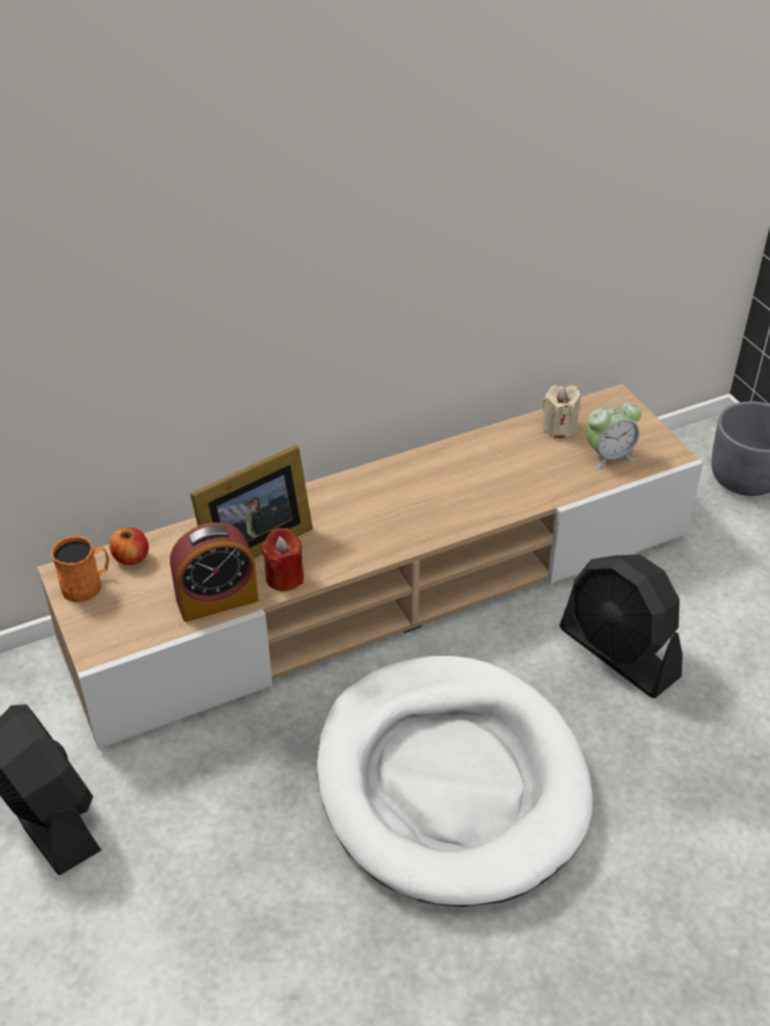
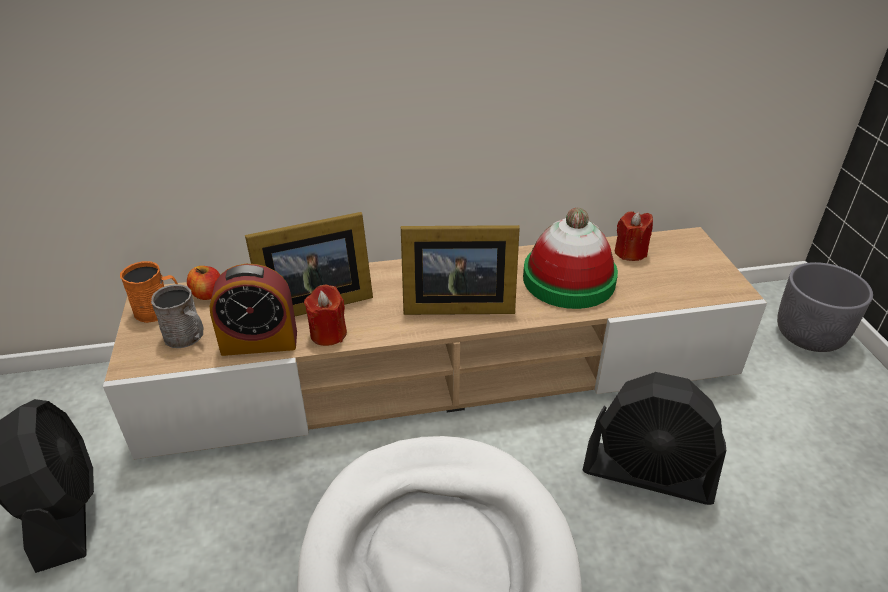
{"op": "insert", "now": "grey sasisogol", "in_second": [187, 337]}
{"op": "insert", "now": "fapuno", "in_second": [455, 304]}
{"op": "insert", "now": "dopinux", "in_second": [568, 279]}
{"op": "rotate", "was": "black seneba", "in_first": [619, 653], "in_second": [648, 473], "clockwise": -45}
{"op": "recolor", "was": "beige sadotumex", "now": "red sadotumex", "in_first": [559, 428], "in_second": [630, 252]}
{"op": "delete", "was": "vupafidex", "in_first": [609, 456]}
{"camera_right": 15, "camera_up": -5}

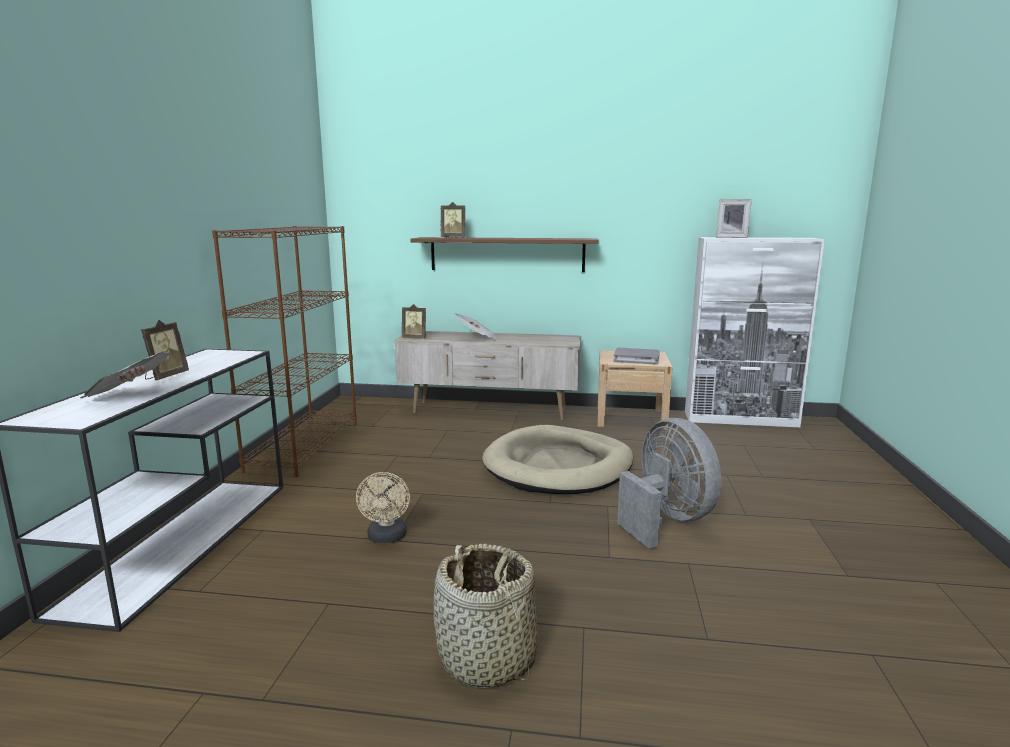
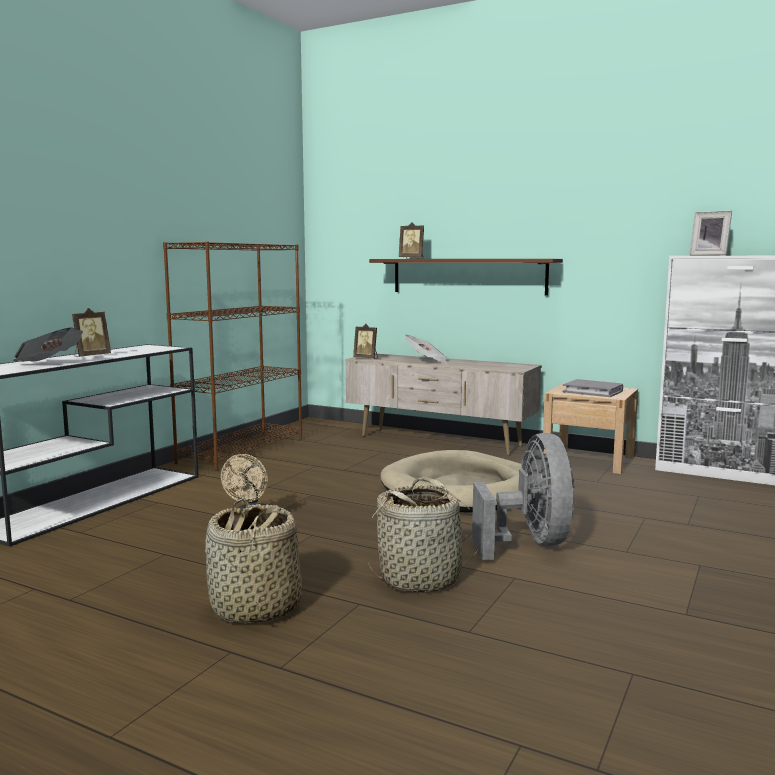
{"op": "insert", "now": "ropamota", "in_second": [421, 578]}
{"camera_right": 20, "camera_up": -5}

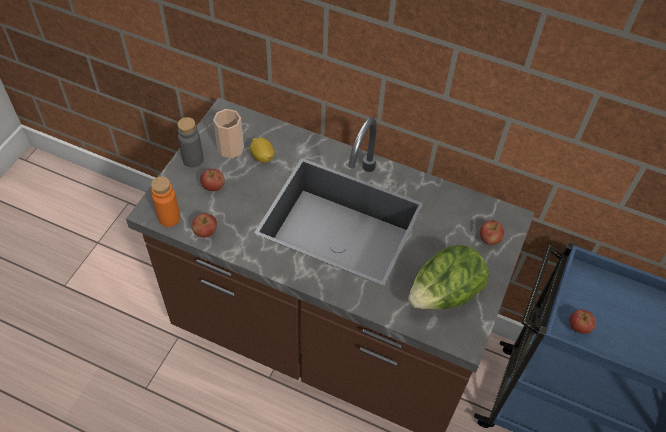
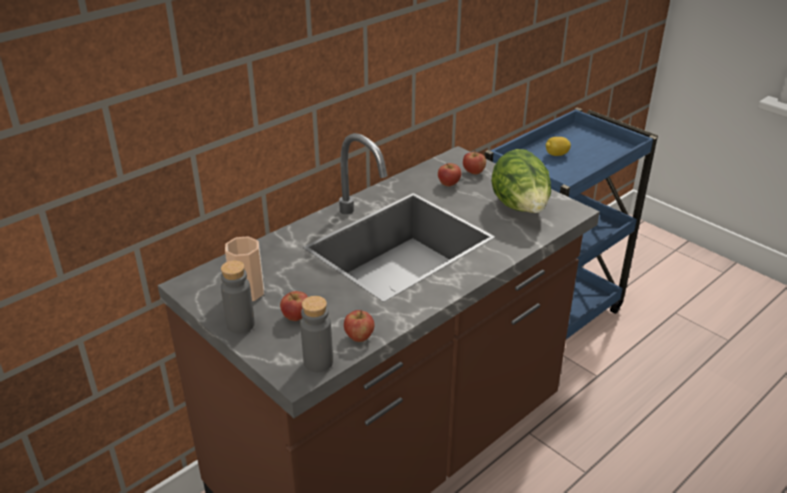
{"op": "recolor", "was": "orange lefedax", "now": "grey lefedax", "in_first": [169, 218], "in_second": [318, 362]}
{"op": "move", "was": "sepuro", "in_first": [578, 327], "in_second": [449, 184]}
{"op": "move", "was": "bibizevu", "in_first": [262, 157], "in_second": [556, 155]}
{"camera_right": -65, "camera_up": -20}

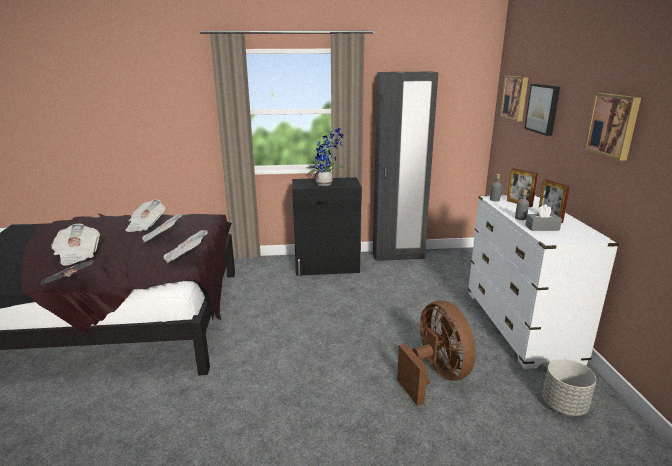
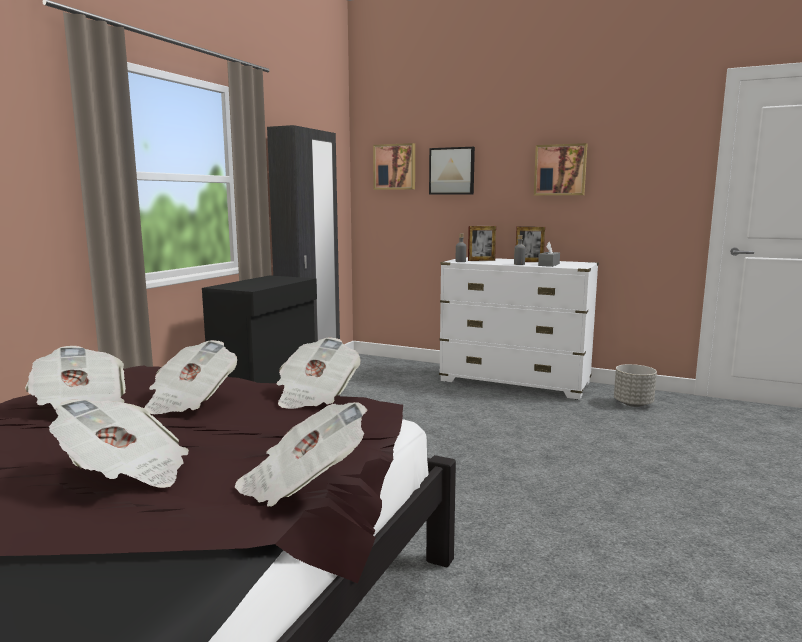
{"op": "delete", "was": "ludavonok", "in_first": [326, 184]}
{"op": "delete", "was": "brown seneba", "in_first": [435, 376]}
{"camera_right": -60, "camera_up": -10}

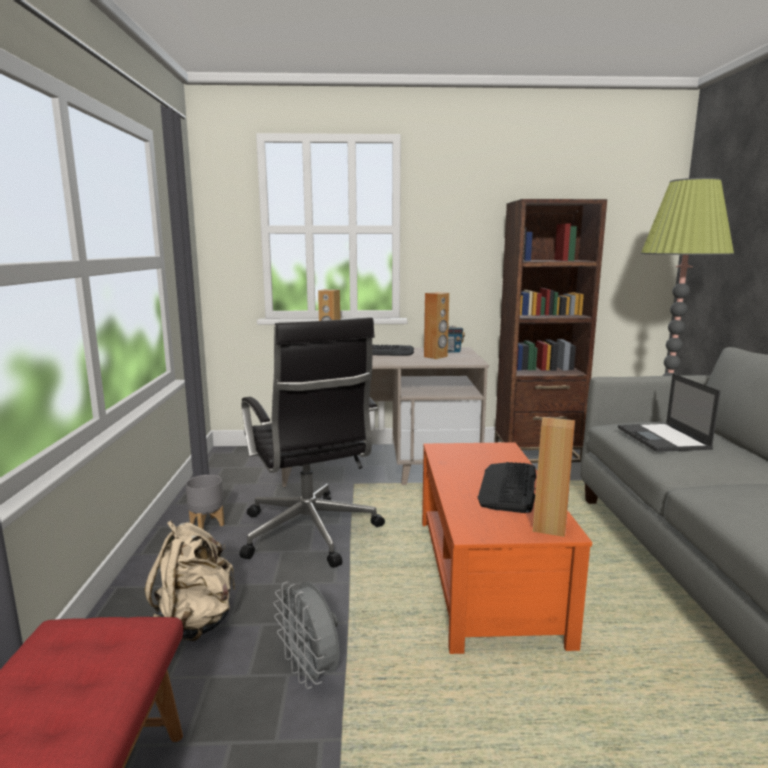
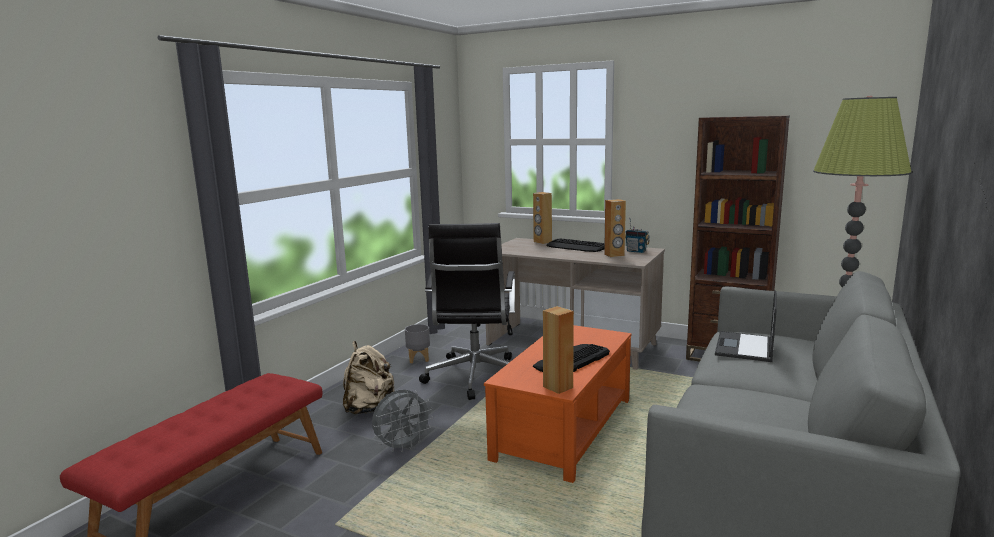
{"op": "rotate", "was": "grey seneba", "in_first": [310, 673], "in_second": [402, 446], "clockwise": -120}
{"camera_right": 30, "camera_up": 0}

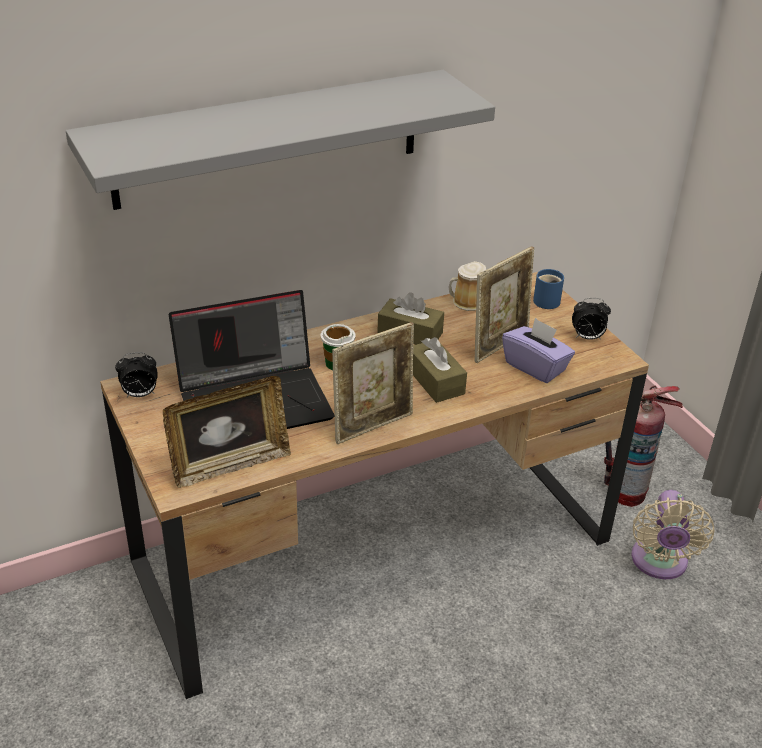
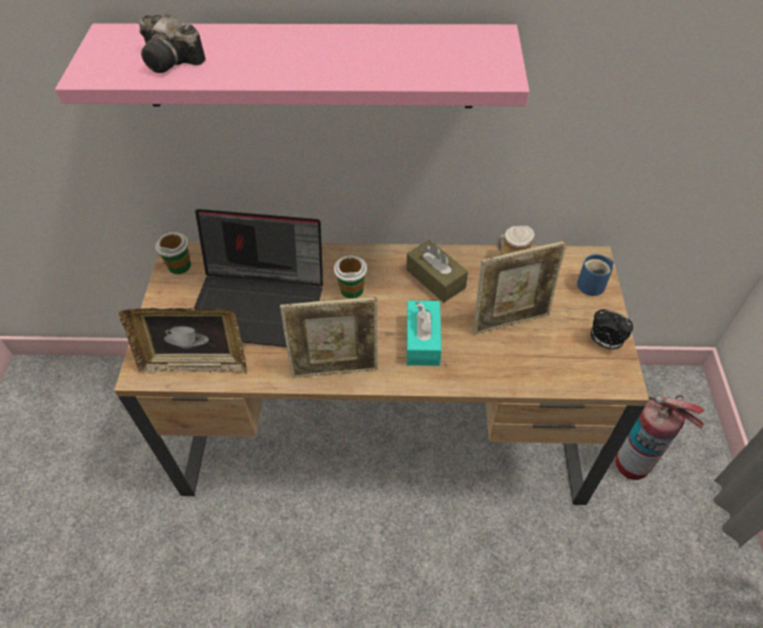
{"op": "recolor", "was": "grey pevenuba", "now": "pink pevenuba", "in_first": [269, 138], "in_second": [307, 66]}
{"op": "insert", "now": "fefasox", "in_second": [173, 61]}
{"op": "replace", "was": "vupafidex", "now": "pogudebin", "in_first": [140, 394], "in_second": [179, 265]}
{"op": "recolor", "was": "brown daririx", "now": "turquoise daririx", "in_first": [435, 381], "in_second": [423, 340]}
{"op": "delete", "was": "purple daririx", "in_first": [535, 367]}
{"op": "delete", "was": "beige seneba", "in_first": [659, 563]}
{"camera_right": 30, "camera_up": 15}

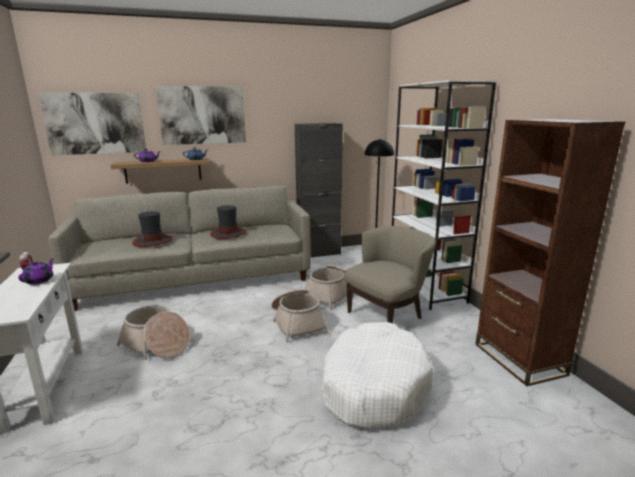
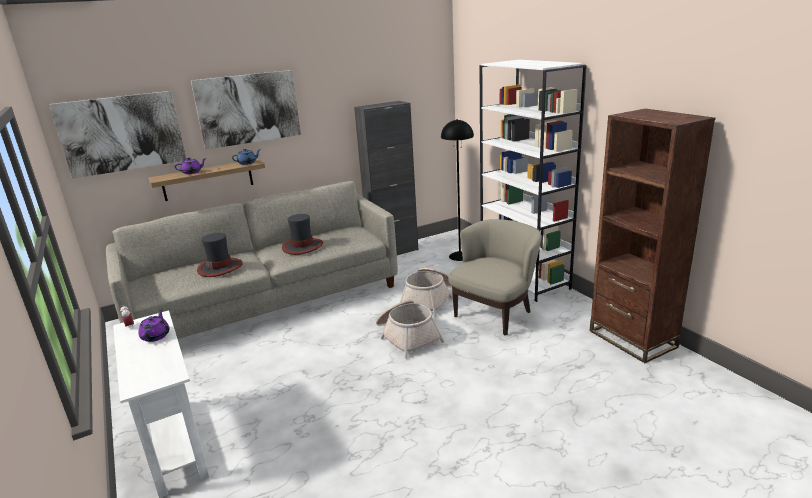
{"op": "delete", "was": "ropamota", "in_first": [156, 345]}
{"op": "delete", "was": "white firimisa", "in_first": [373, 385]}
{"camera_right": -10, "camera_up": 5}

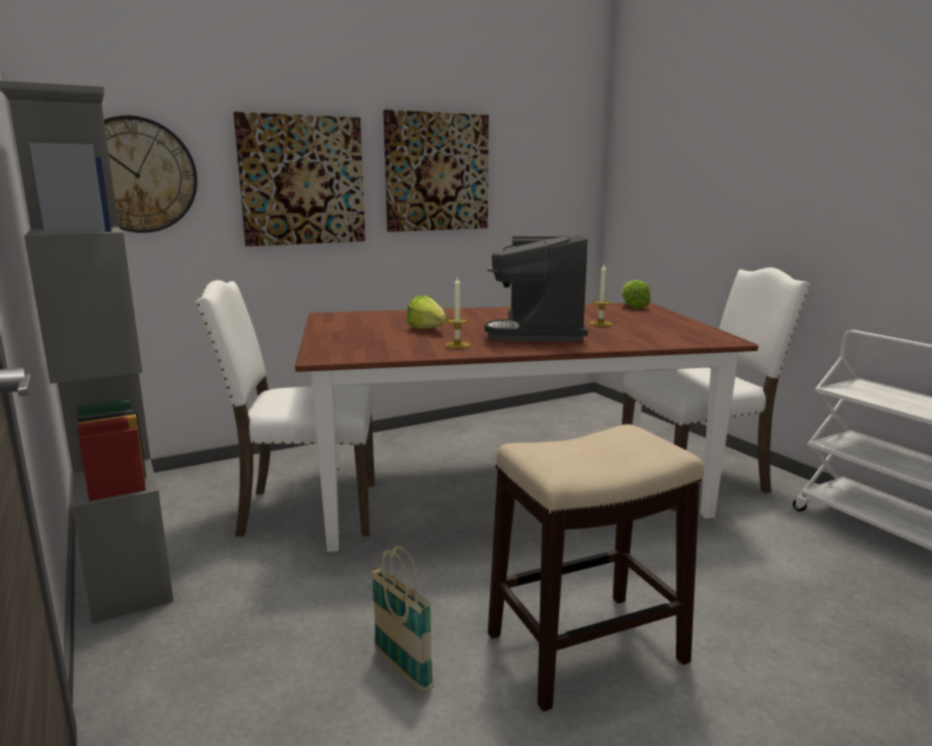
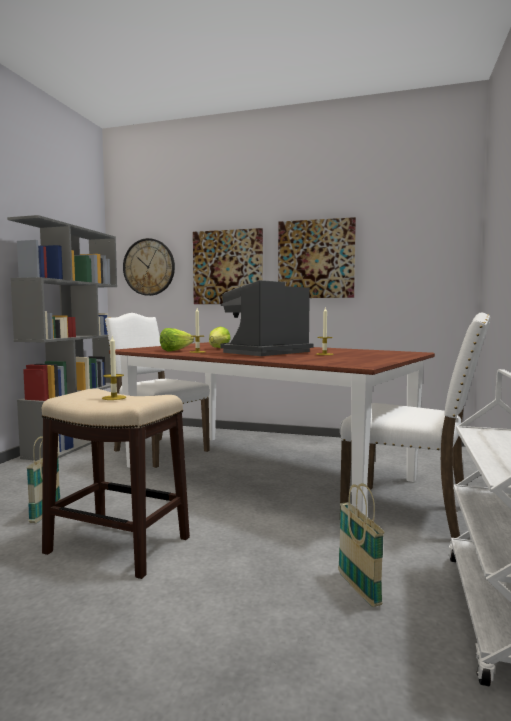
{"op": "insert", "now": "sadotumex", "in_second": [114, 398]}
{"op": "move", "was": "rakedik", "in_first": [633, 306], "in_second": [179, 350]}
{"op": "insert", "now": "ropamota", "in_second": [358, 589]}
{"camera_right": 45, "camera_up": -10}

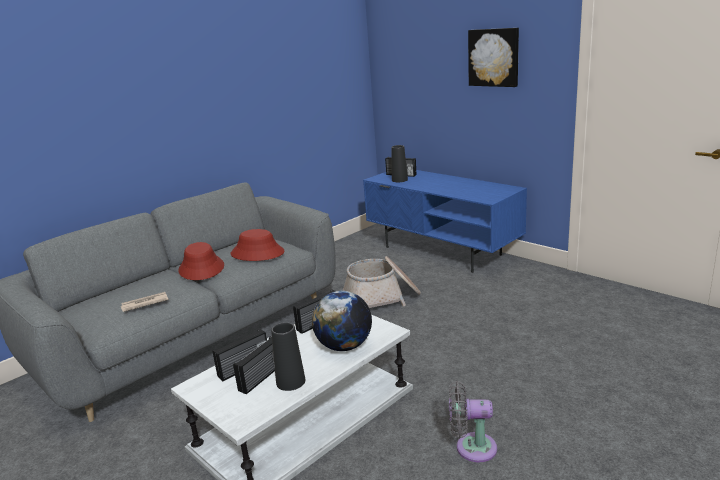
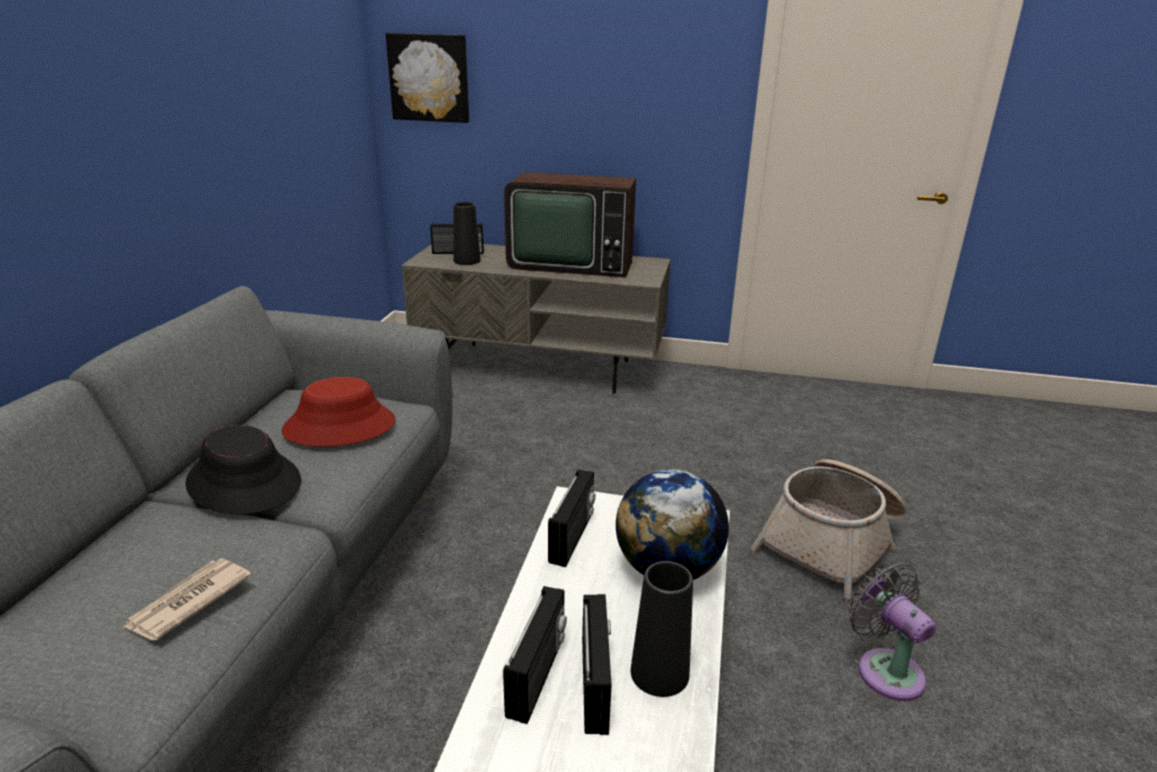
{"op": "recolor", "was": "red dopinux", "now": "black dopinux", "in_first": [202, 268], "in_second": [245, 482]}
{"op": "move", "was": "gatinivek", "in_first": [494, 57], "in_second": [429, 78]}
{"op": "recolor", "was": "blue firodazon", "now": "grey firodazon", "in_first": [443, 251], "in_second": [541, 367]}
{"op": "insert", "now": "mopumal", "in_second": [570, 263]}
{"op": "move", "was": "ropamota", "in_first": [382, 298], "in_second": [832, 541]}
{"op": "rotate", "was": "grey seneba", "in_first": [471, 447], "in_second": [885, 669], "clockwise": 90}
{"camera_right": -35, "camera_up": 5}

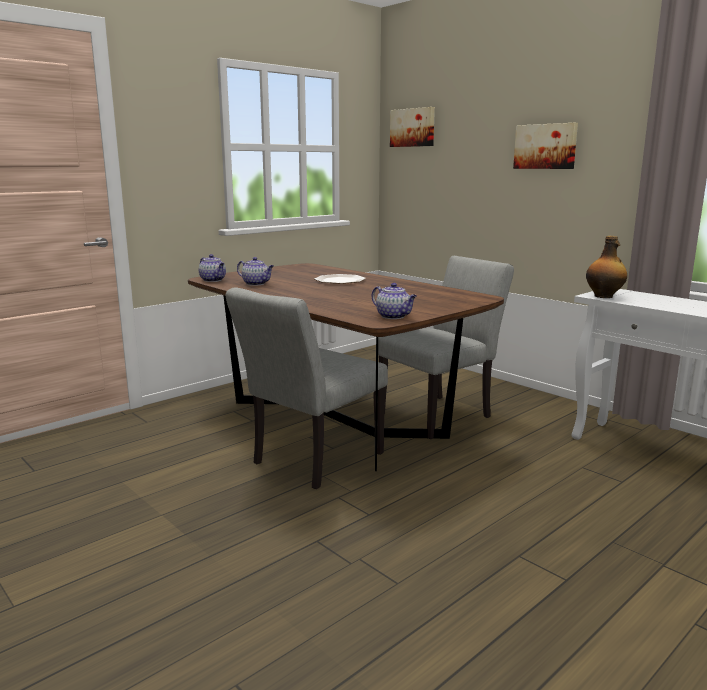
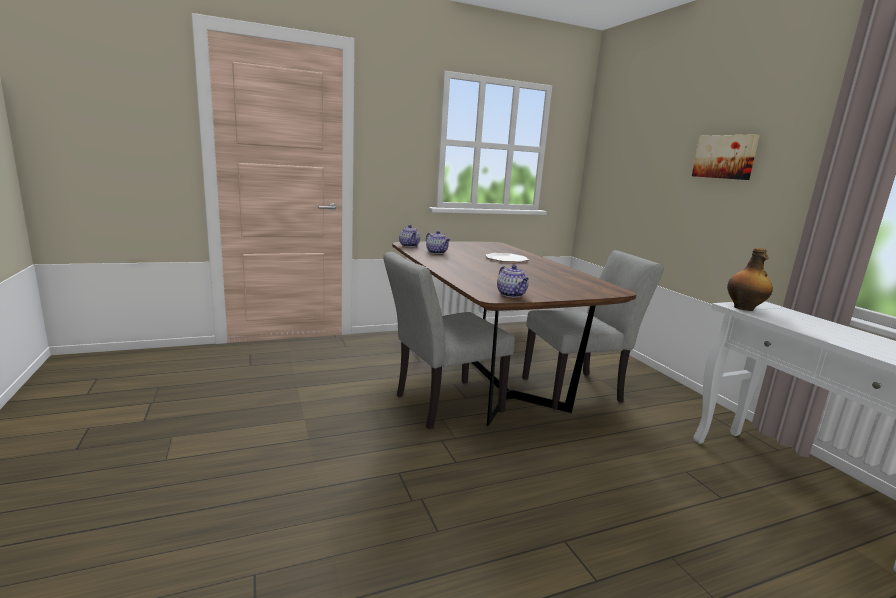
{"op": "delete", "was": "gatinivek", "in_first": [413, 127]}
{"camera_right": 20, "camera_up": 0}

